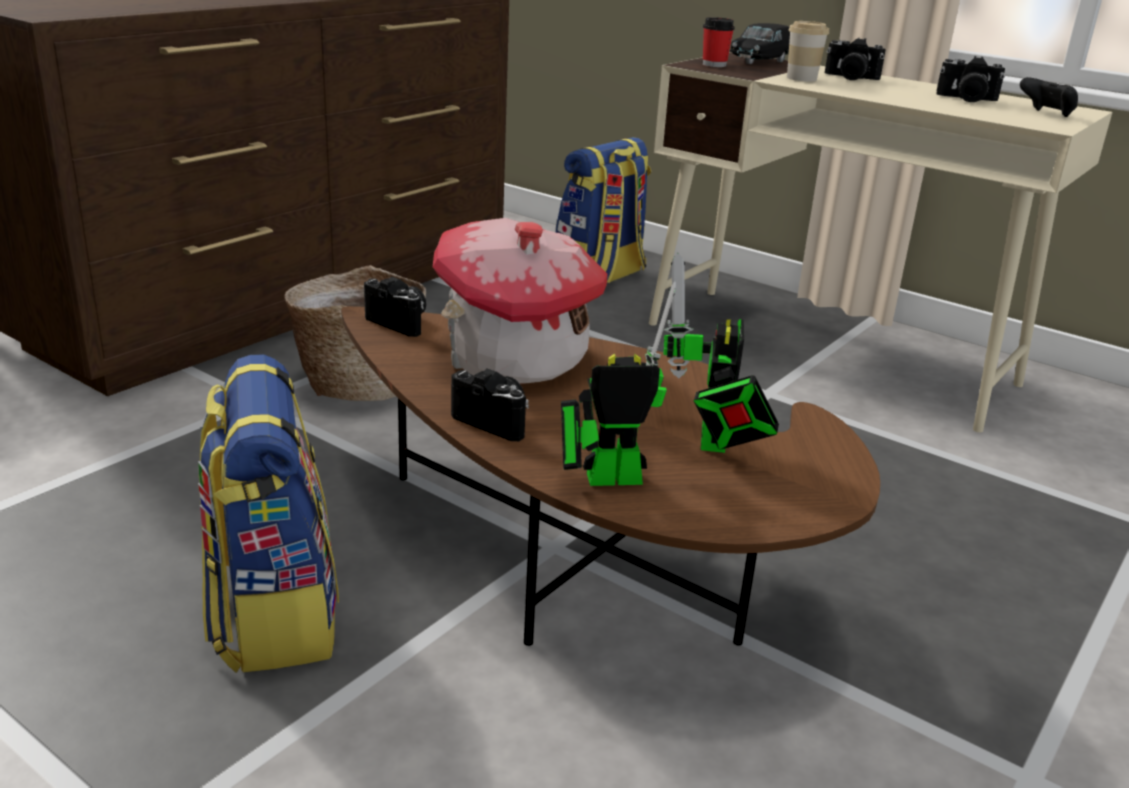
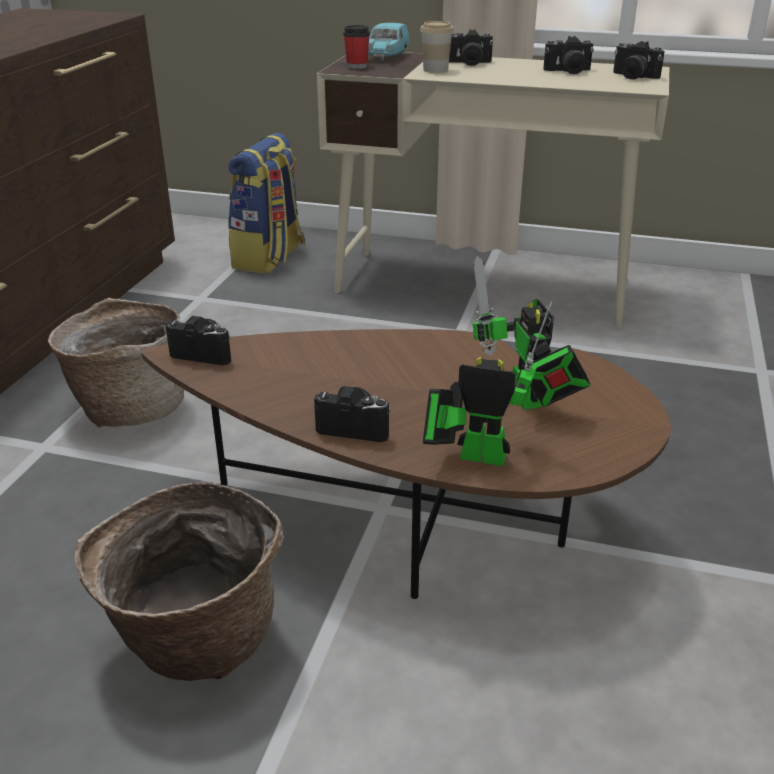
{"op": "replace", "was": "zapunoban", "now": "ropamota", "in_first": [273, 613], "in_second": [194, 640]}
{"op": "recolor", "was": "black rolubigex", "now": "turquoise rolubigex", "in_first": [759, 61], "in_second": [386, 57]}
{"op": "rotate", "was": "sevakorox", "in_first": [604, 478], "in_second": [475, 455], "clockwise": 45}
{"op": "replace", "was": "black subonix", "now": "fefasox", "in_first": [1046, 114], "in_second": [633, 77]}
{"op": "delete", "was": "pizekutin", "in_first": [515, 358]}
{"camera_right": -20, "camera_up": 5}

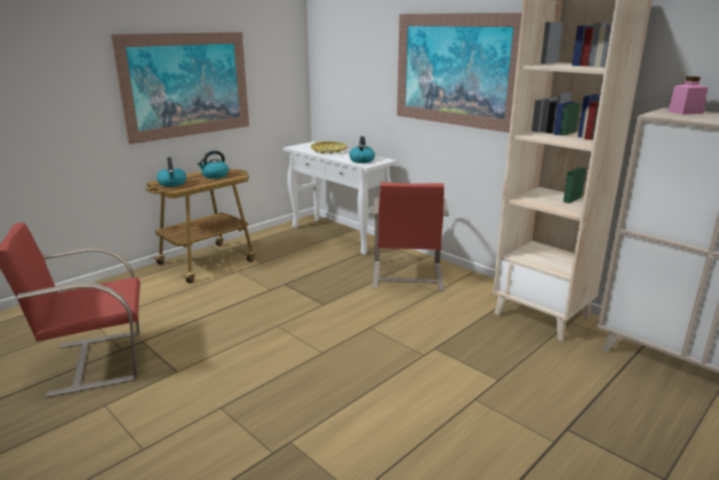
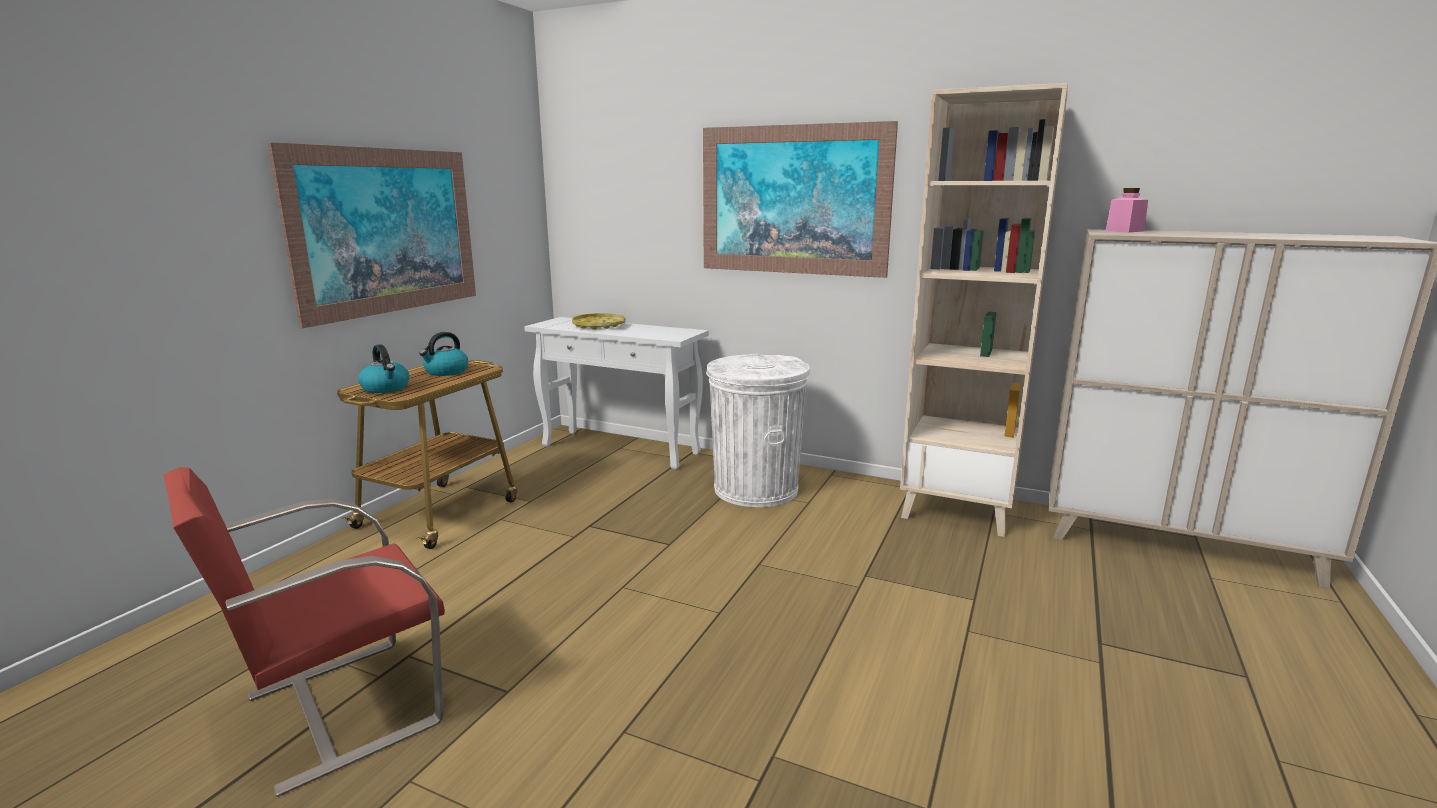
{"op": "replace", "was": "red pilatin", "now": "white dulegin", "in_first": [406, 277], "in_second": [755, 489]}
{"op": "delete", "was": "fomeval", "in_first": [362, 160]}
{"camera_right": -20, "camera_up": -5}

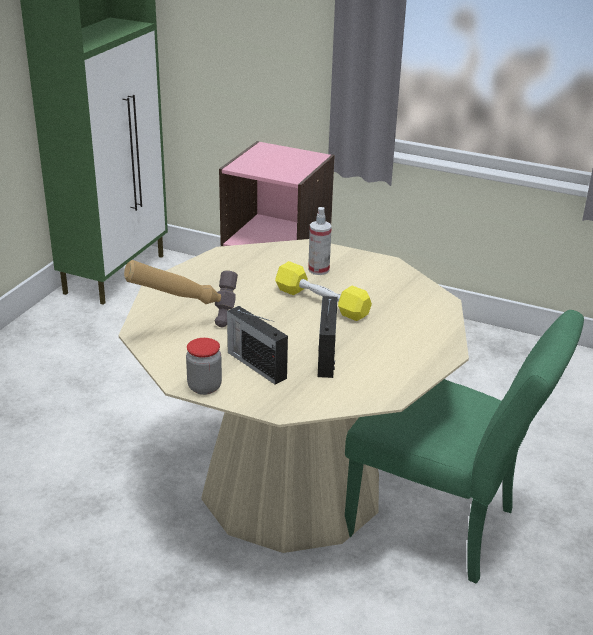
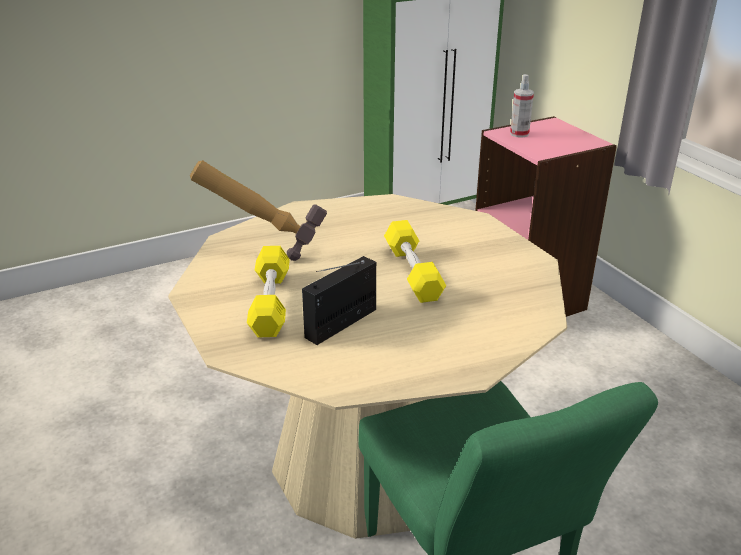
{"op": "replace", "was": "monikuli", "now": "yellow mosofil", "in_first": [256, 364], "in_second": [270, 303]}
{"op": "move", "was": "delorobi", "in_first": [318, 270], "in_second": [519, 134]}
{"op": "delete", "was": "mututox", "in_first": [204, 387]}
{"camera_right": 40, "camera_up": 0}

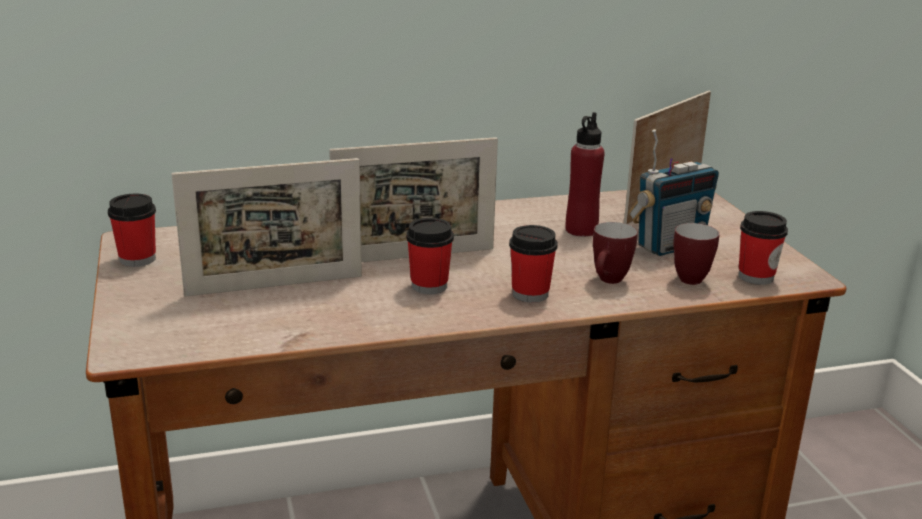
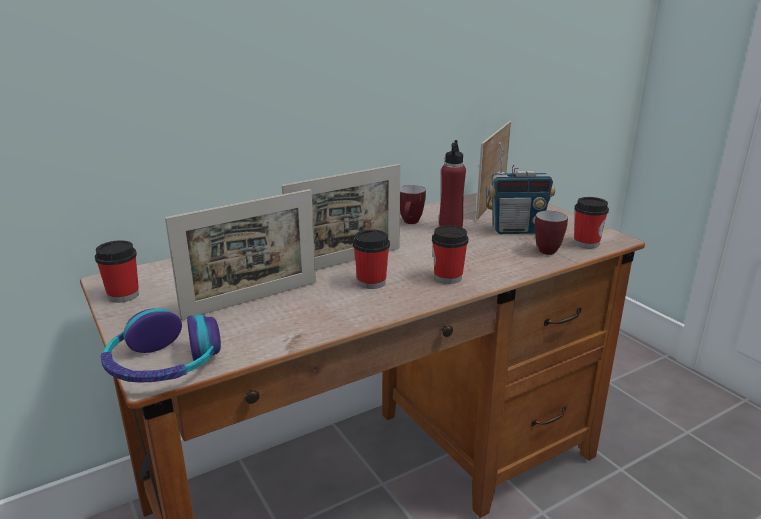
{"op": "insert", "now": "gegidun", "in_second": [163, 365]}
{"op": "move", "was": "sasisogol", "in_first": [609, 281], "in_second": [410, 223]}
{"op": "rotate", "was": "monikuli", "in_first": [669, 245], "in_second": [516, 230], "clockwise": 45}
{"camera_right": -15, "camera_up": 0}

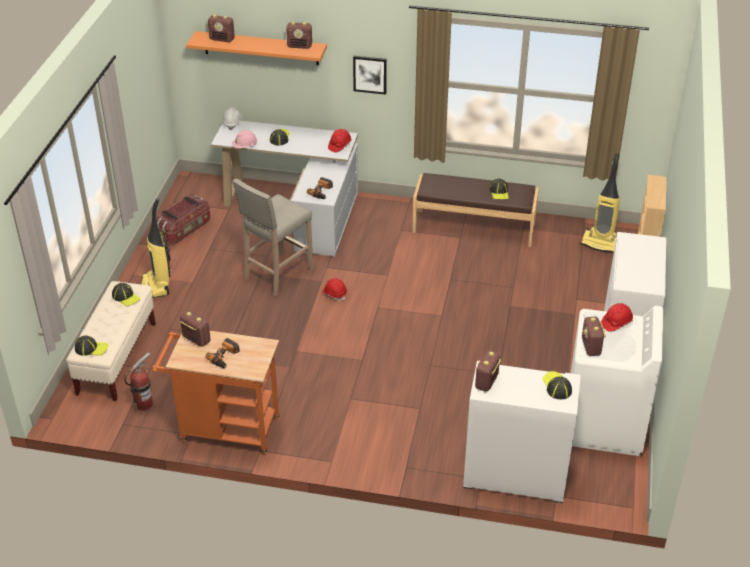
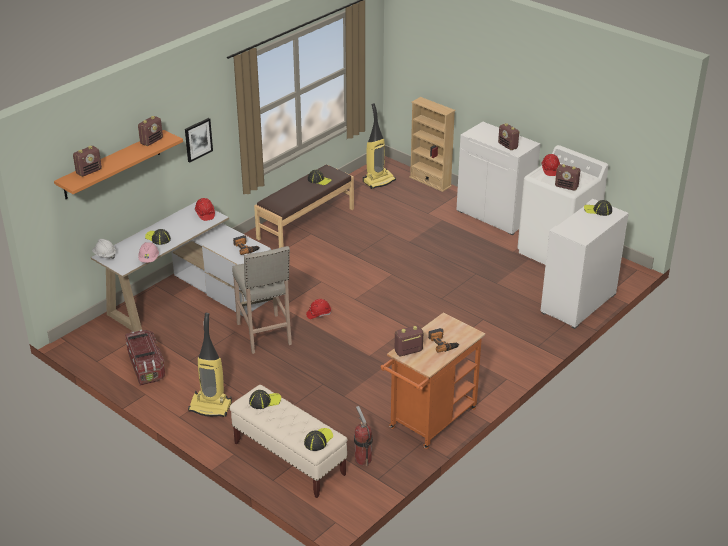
{"op": "move", "was": "monikuli", "in_first": [486, 382], "in_second": [508, 146]}
{"camera_right": -60, "camera_up": -5}

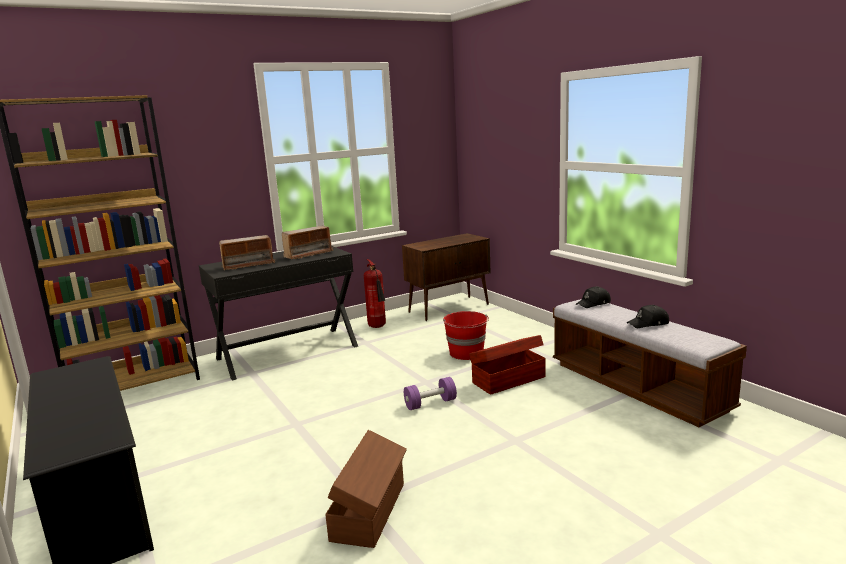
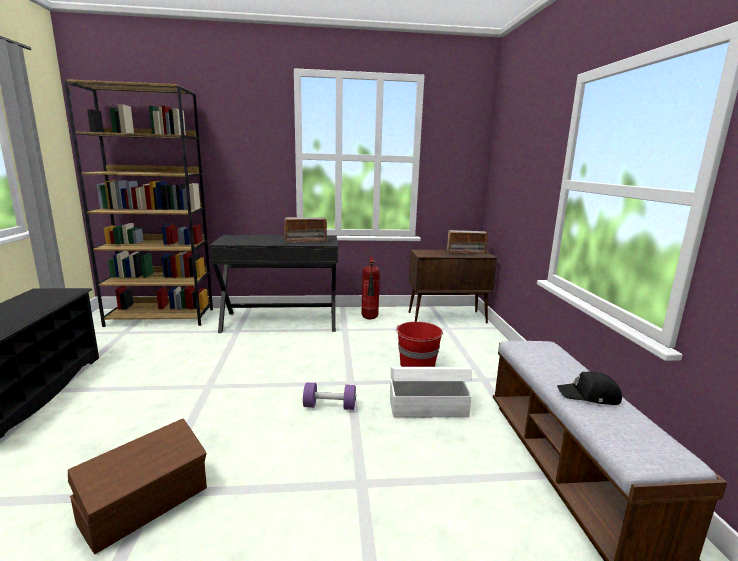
{"op": "recolor", "was": "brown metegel", "now": "white metegel", "in_first": [507, 380], "in_second": [427, 406]}
{"op": "move", "was": "monikuli", "in_first": [248, 265], "in_second": [466, 252]}
{"op": "delete", "was": "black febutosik", "in_first": [593, 303]}
{"camera_right": 25, "camera_up": 0}

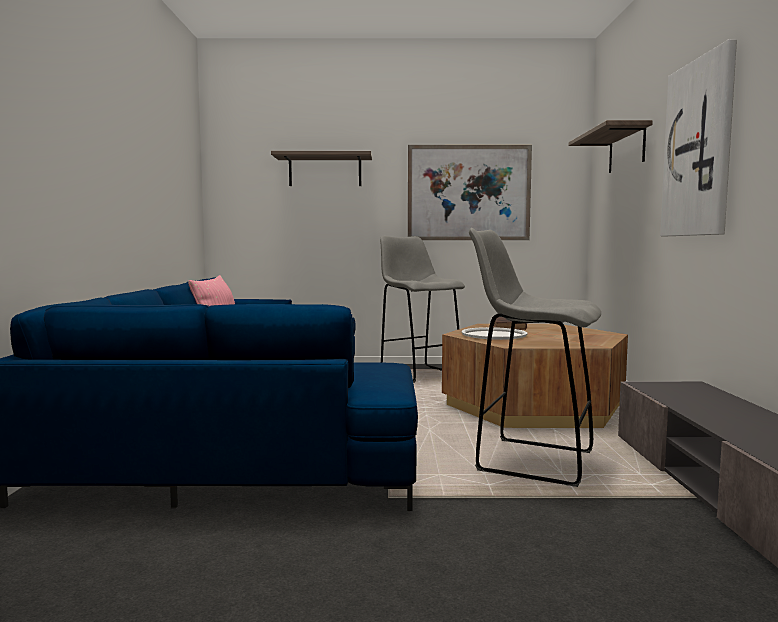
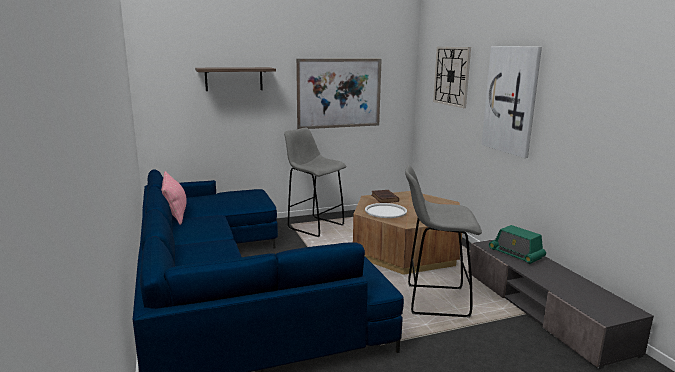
{"op": "replace", "was": "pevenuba", "now": "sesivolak", "in_first": [626, 149], "in_second": [451, 76]}
{"op": "insert", "now": "monikuli", "in_second": [516, 254]}
{"camera_right": -20, "camera_up": 10}

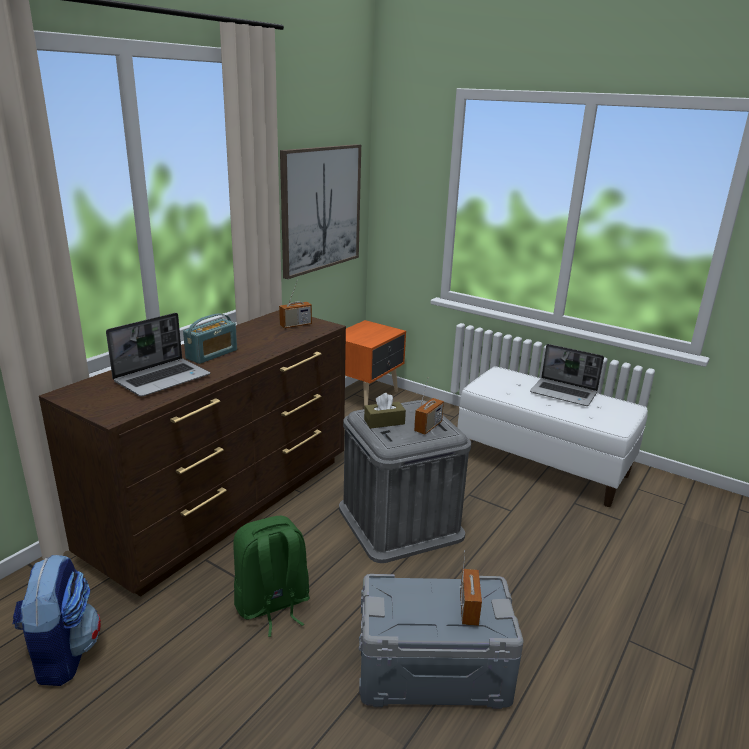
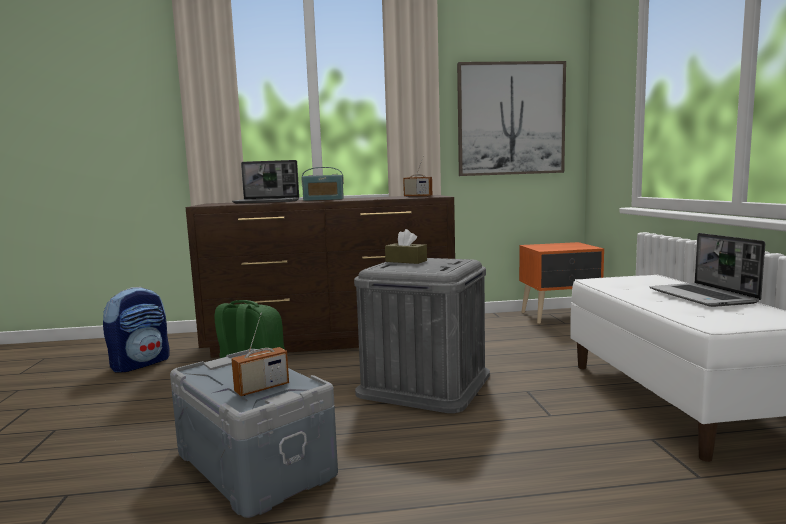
{"op": "delete", "was": "monikuli", "in_first": [428, 427]}
{"camera_right": 50, "camera_up": -15}

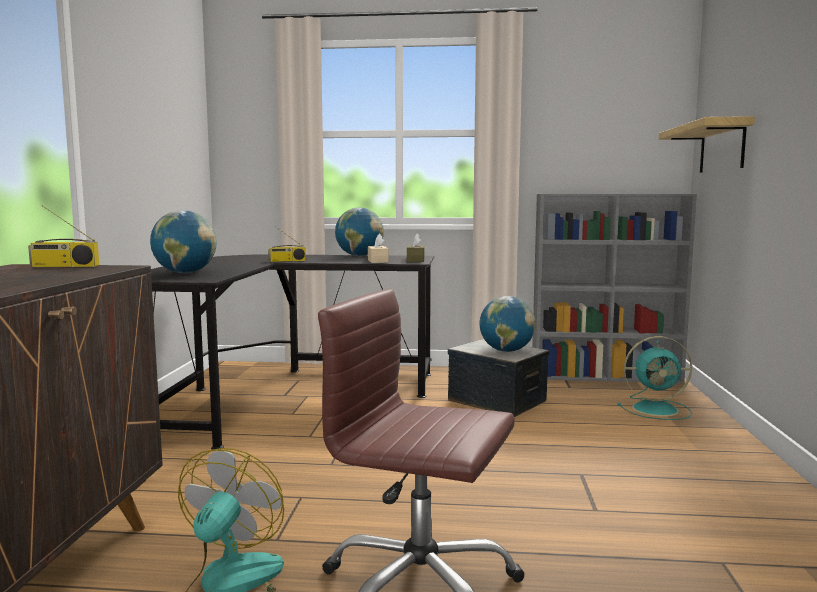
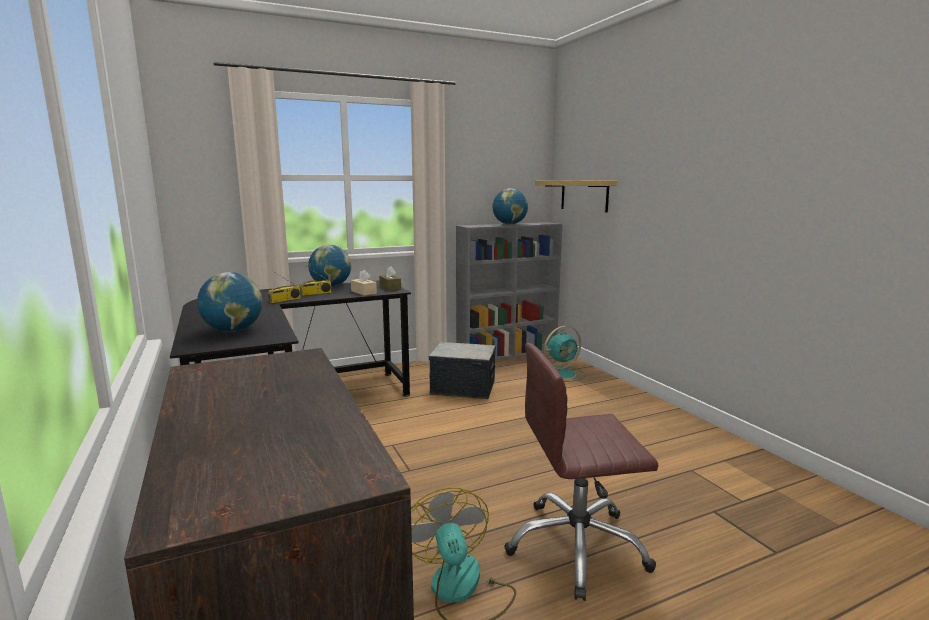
{"op": "move", "was": "monikuli", "in_first": [64, 266], "in_second": [315, 293]}
{"op": "move", "was": "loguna", "in_first": [506, 351], "in_second": [509, 224]}
{"camera_right": -30, "camera_up": 5}

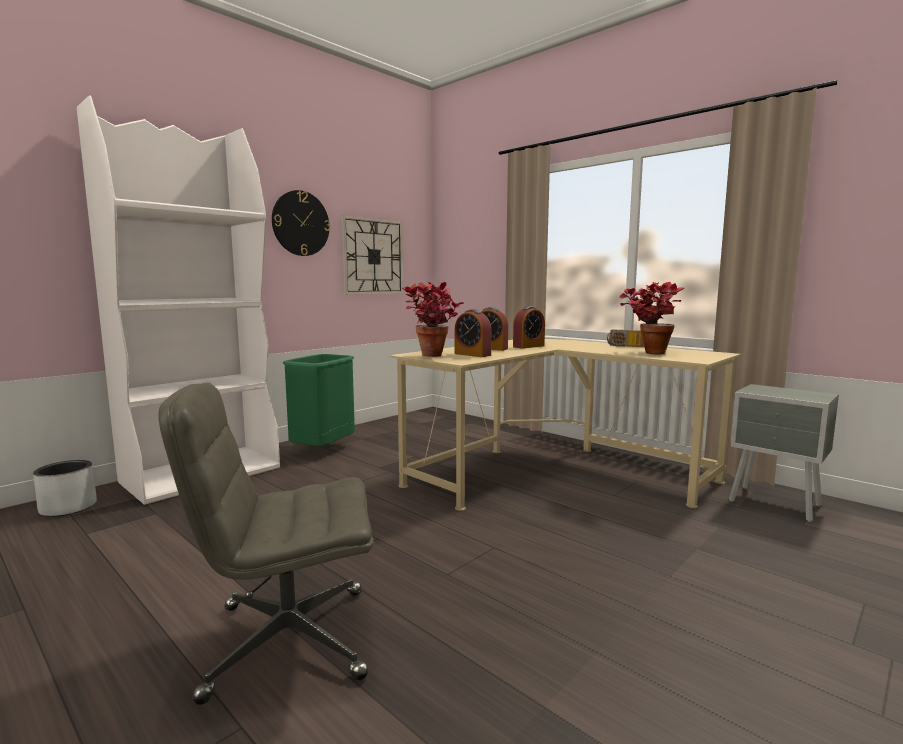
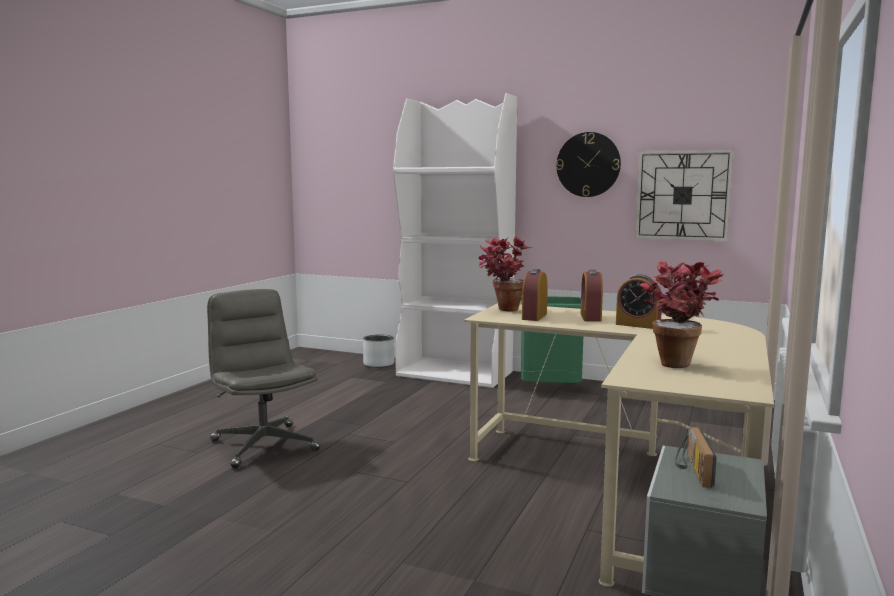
{"op": "move", "was": "monikuli", "in_first": [625, 346], "in_second": [691, 470]}
{"camera_right": 70, "camera_up": 0}

